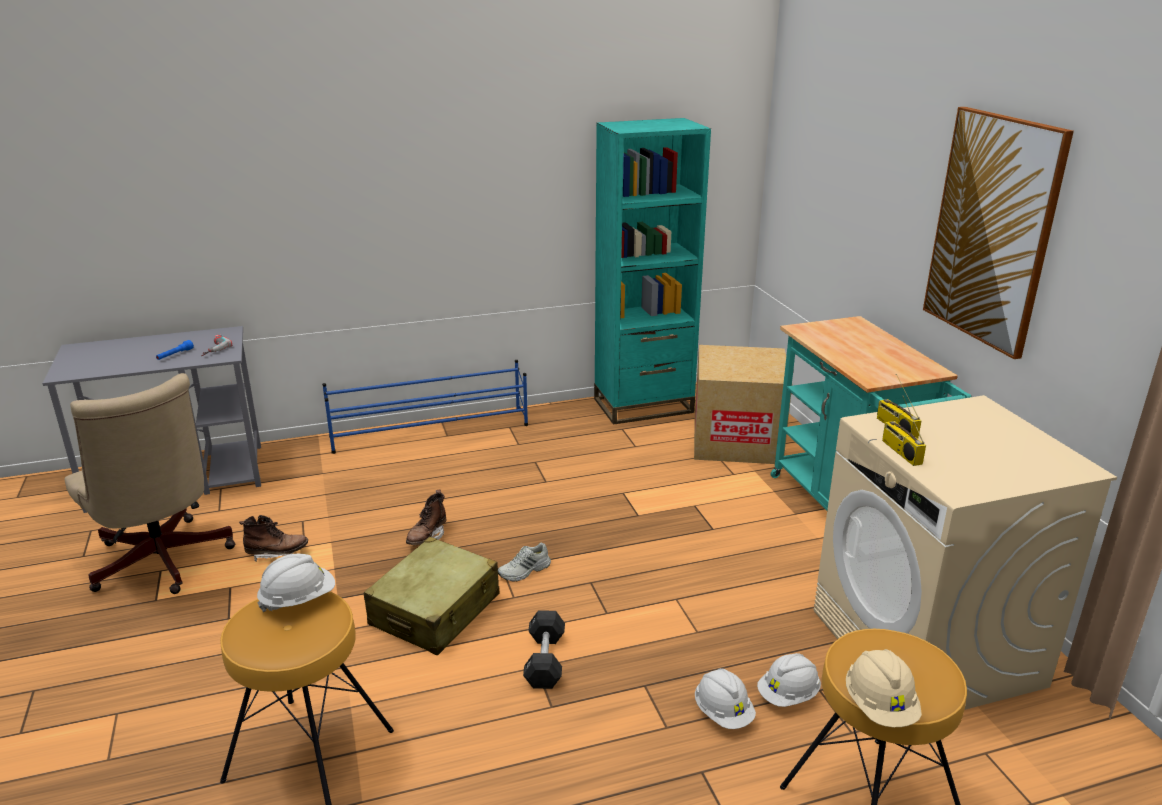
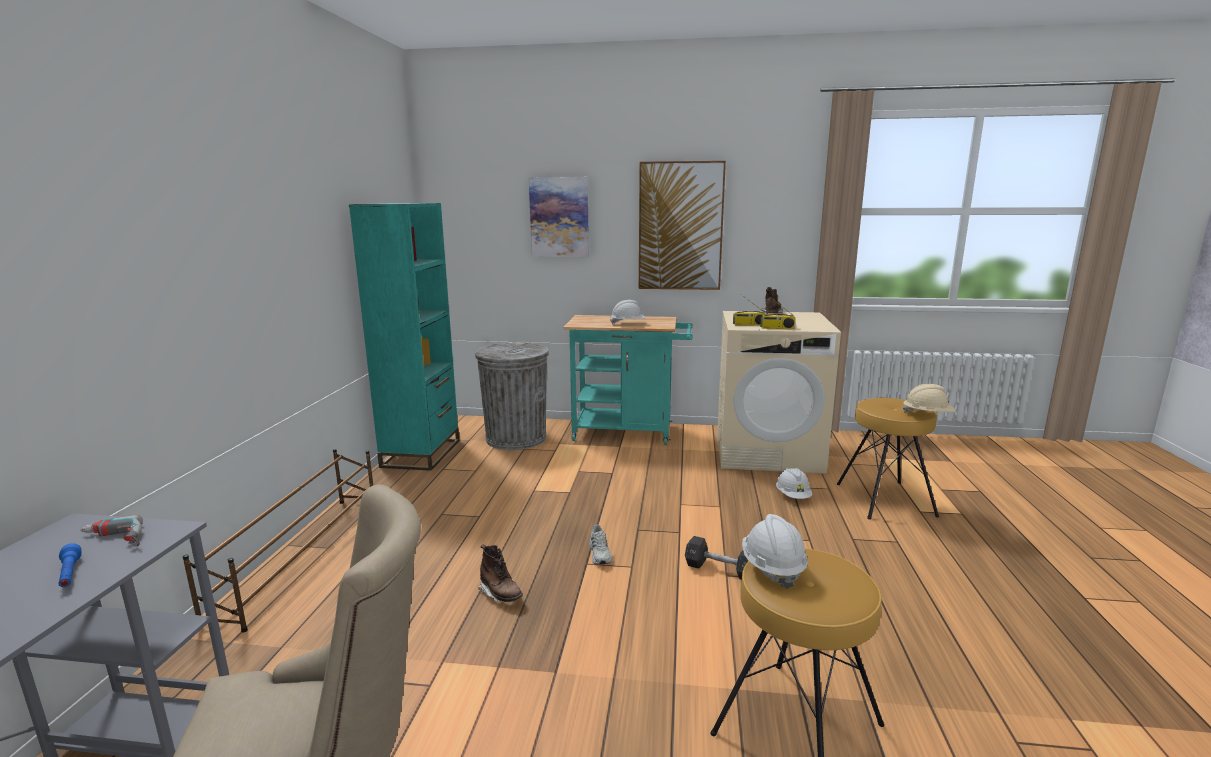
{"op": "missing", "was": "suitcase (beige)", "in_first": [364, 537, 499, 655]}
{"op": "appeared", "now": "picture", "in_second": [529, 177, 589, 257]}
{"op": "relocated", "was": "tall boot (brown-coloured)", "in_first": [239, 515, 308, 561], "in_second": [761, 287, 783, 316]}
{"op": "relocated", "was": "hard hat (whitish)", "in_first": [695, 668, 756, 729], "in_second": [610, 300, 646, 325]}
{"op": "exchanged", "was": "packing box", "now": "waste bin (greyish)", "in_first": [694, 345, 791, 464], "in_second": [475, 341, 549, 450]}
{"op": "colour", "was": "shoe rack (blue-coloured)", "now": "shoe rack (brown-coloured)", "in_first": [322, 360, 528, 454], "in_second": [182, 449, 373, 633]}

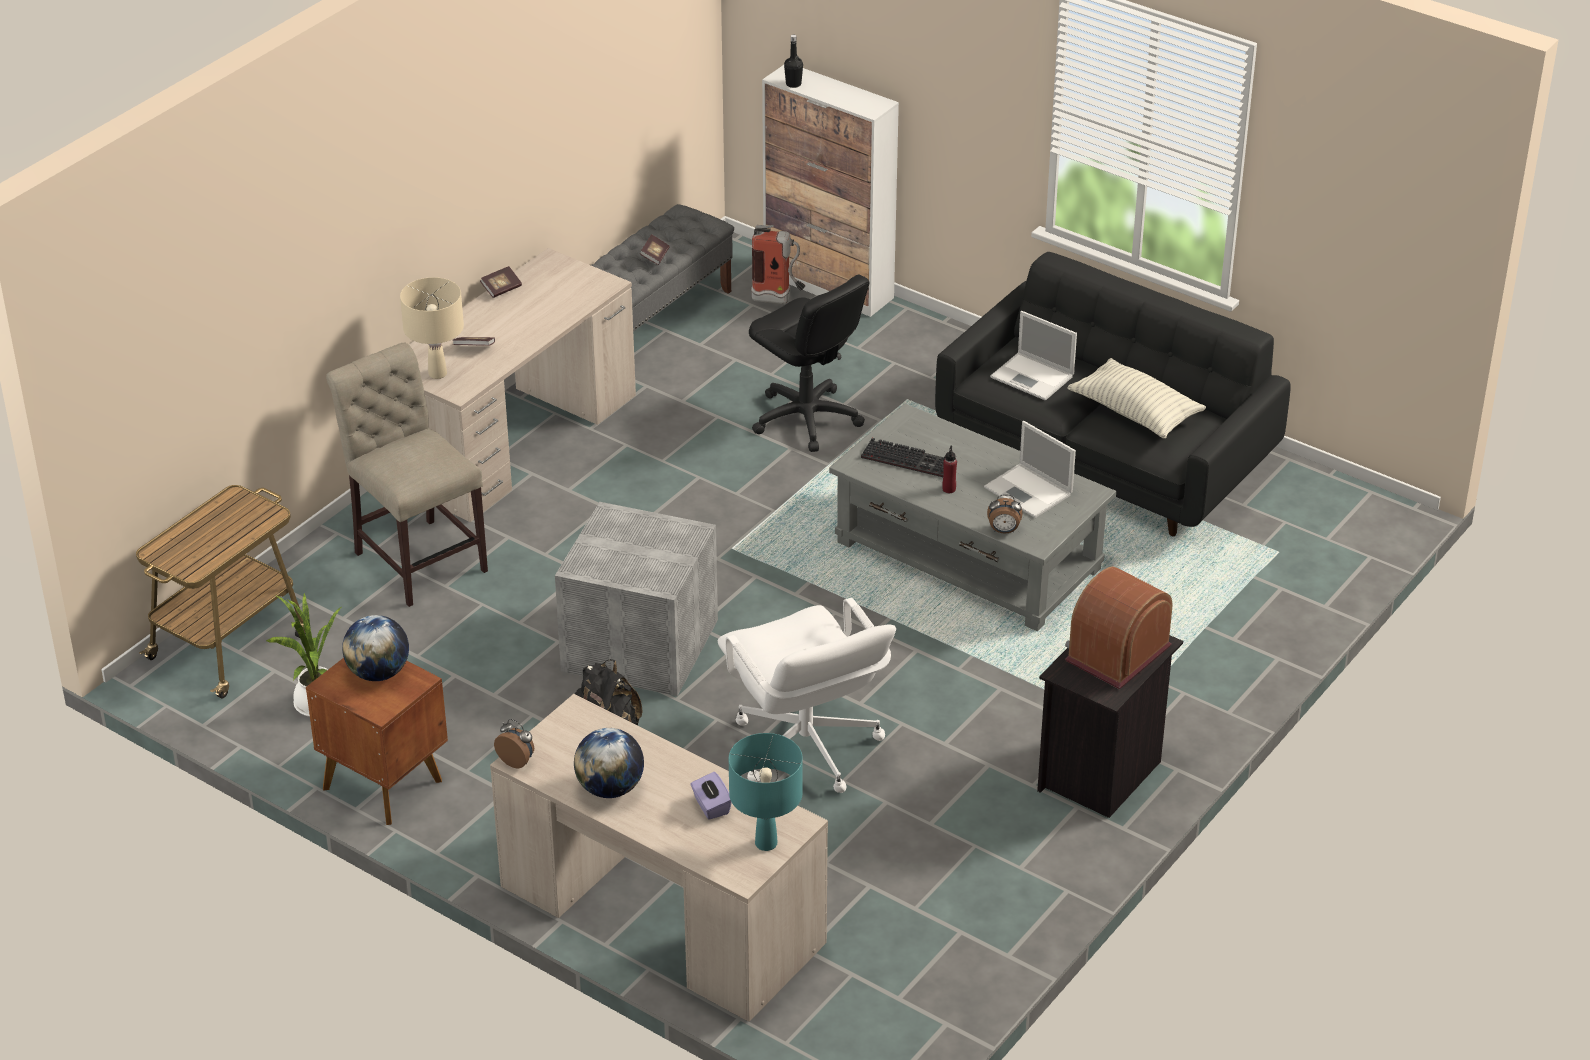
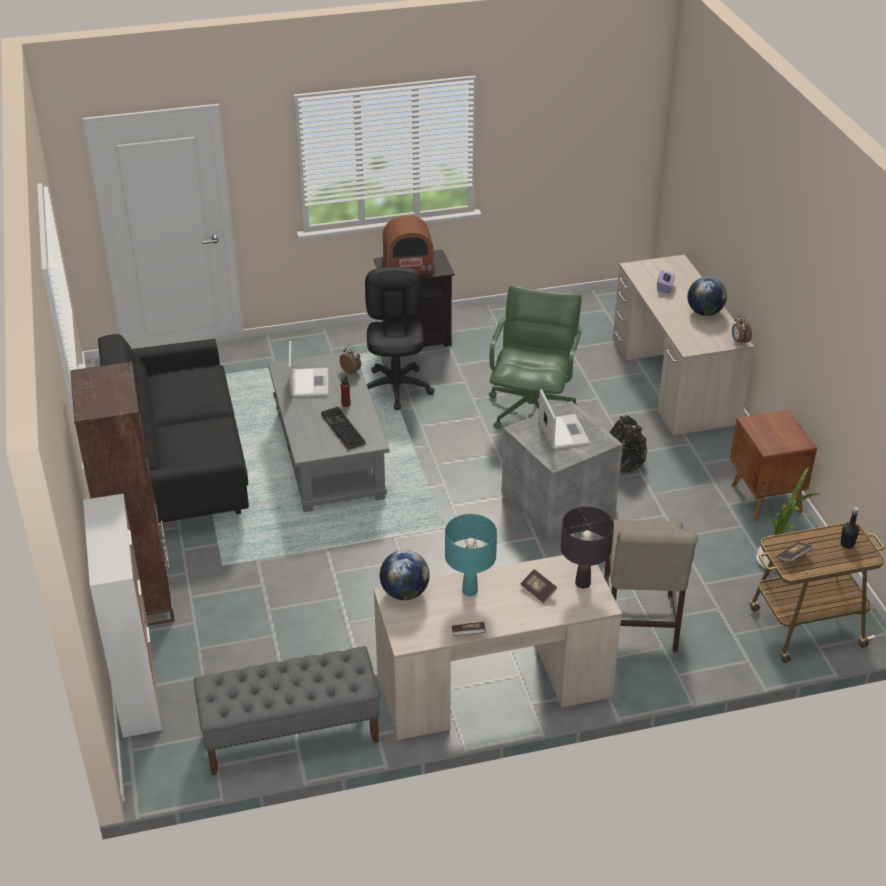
{"op": "missing", "was": "extinguisher", "in_first": [751, 225, 805, 304]}
{"op": "missing", "was": "cushion", "in_first": [1067, 358, 1206, 439]}
{"op": "appeared", "now": "bookcase (brown-coloured)", "in_second": [70, 362, 175, 626]}
{"op": "relocated", "was": "world globe", "in_first": [342, 615, 409, 681], "in_second": [380, 550, 430, 600]}
{"op": "relocated", "was": "book", "in_first": [640, 234, 670, 265], "in_second": [777, 542, 813, 562]}
{"op": "relocated", "was": "lamp for a table (blue-green)", "in_first": [729, 733, 803, 851], "in_second": [445, 514, 497, 596]}
{"op": "relocated", "was": "office chair (blackish)", "in_first": [749, 275, 869, 452], "in_second": [365, 267, 435, 410]}
{"op": "relocated", "was": "drink bottle (blackish)", "in_first": [784, 35, 803, 88], "in_second": [841, 507, 859, 549]}
{"op": "relocated", "was": "notebook computer", "in_first": [990, 311, 1077, 401], "in_second": [538, 389, 590, 450]}
{"op": "colour", "was": "lamp for a table (beige)", "now": "lamp for a table (blackish)", "in_first": [400, 277, 464, 379], "in_second": [560, 507, 614, 589]}
{"op": "colour", "was": "office chair (whitish)", "now": "office chair (green)", "in_first": [718, 598, 896, 793], "in_second": [489, 285, 582, 429]}

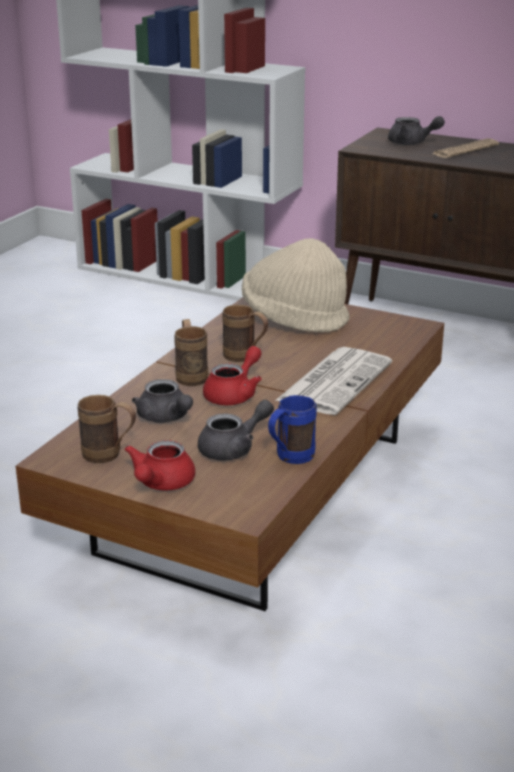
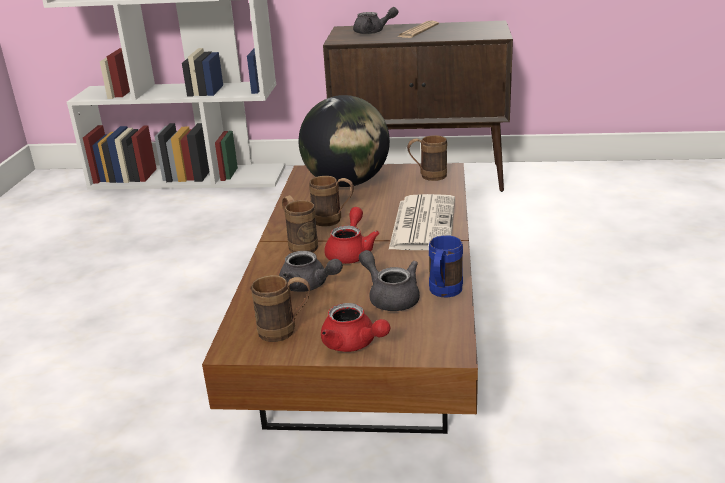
{"op": "appeared", "now": "tea mug (brown-coloured)", "in_second": [407, 135, 447, 181]}
{"op": "exchanged", "was": "hat (beige)", "now": "world globe", "in_first": [241, 238, 350, 332], "in_second": [299, 95, 390, 187]}
{"op": "spun", "was": "teapot (red)", "in_first": [124, 440, 195, 490], "in_second": [321, 303, 390, 352], "clockwise": -45}
{"op": "spun", "was": "teapot (greyish)", "in_first": [198, 400, 274, 461], "in_second": [359, 250, 420, 311], "clockwise": -75}

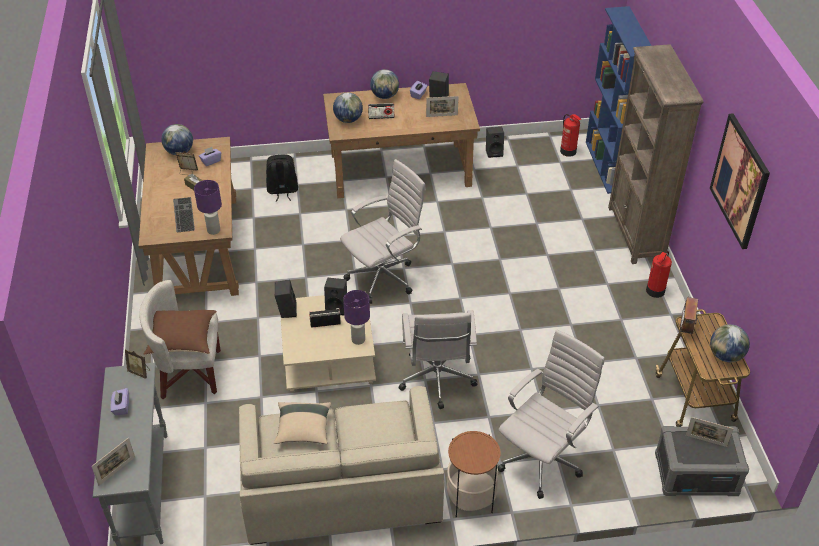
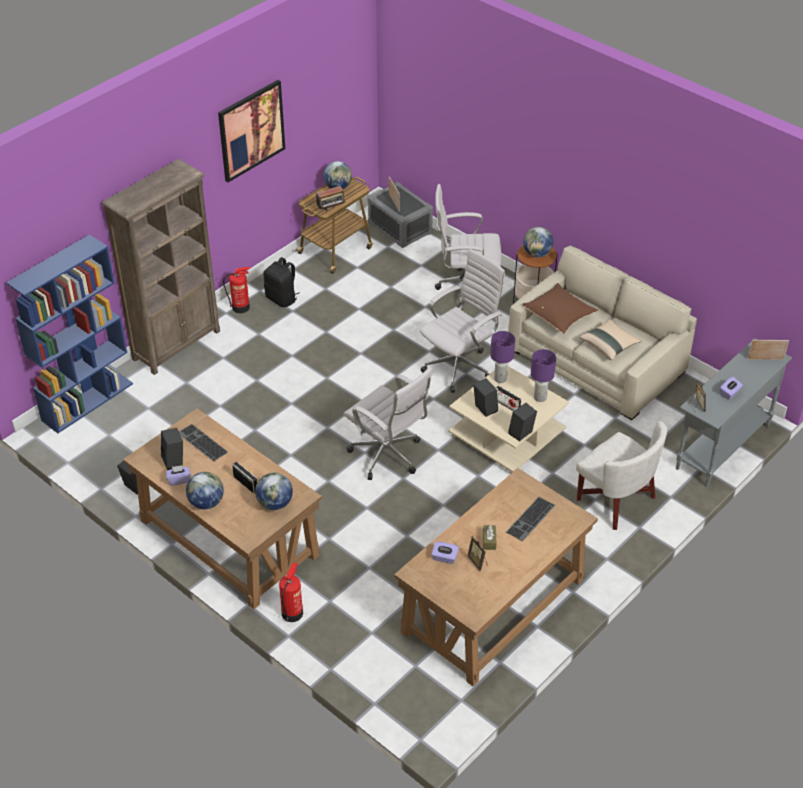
{"op": "relocated", "was": "cushion (brown-coloured)", "in_first": [144, 310, 217, 355], "in_second": [522, 283, 598, 334]}
{"op": "relocated", "was": "world globe", "in_first": [161, 124, 193, 155], "in_second": [523, 227, 554, 258]}
{"op": "relocated", "was": "lamp for a table (purple)", "in_first": [194, 180, 222, 235], "in_second": [531, 349, 556, 402]}
{"op": "relocated", "was": "backpack (blackish)", "in_first": [266, 154, 298, 202], "in_second": [263, 257, 300, 307]}
{"op": "relocated", "was": "extinguisher", "in_first": [560, 114, 581, 157], "in_second": [279, 563, 303, 622]}
{"op": "exchanged", "was": "photo frame", "now": "keyboard", "in_first": [426, 96, 459, 117], "in_second": [179, 424, 228, 461]}
{"op": "spun", "was": "office chair (whitish)", "in_first": [340, 159, 426, 304], "in_second": [343, 367, 433, 480], "clockwise": -150}

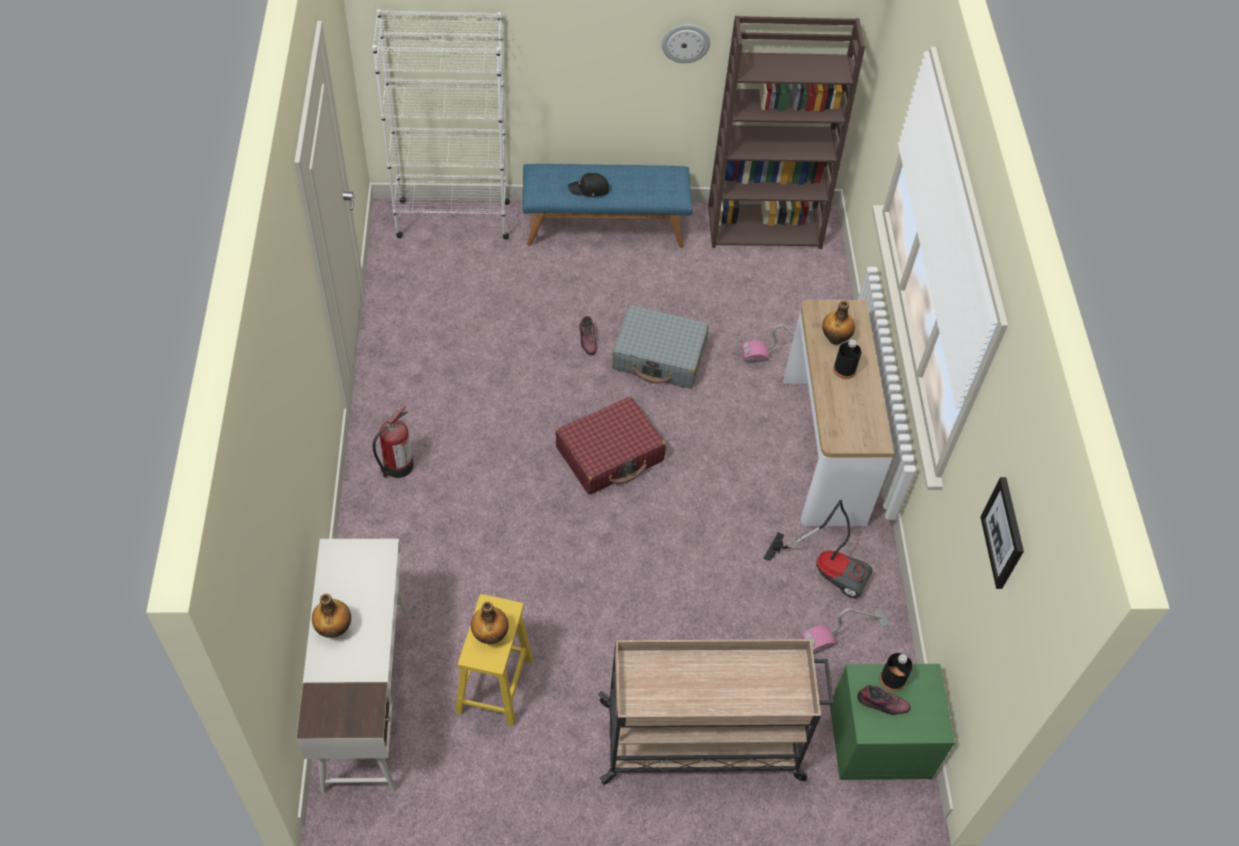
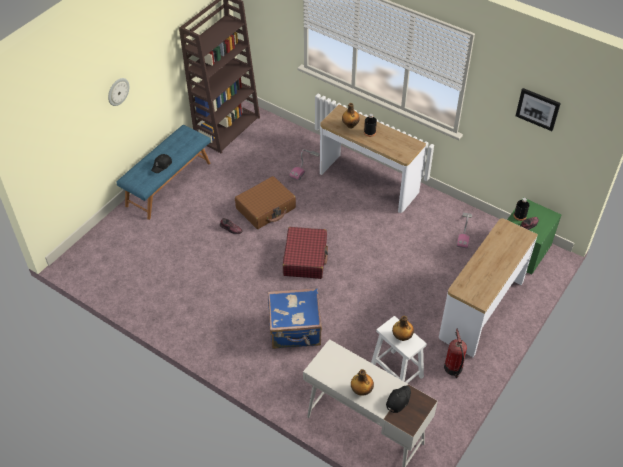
{"op": "missing", "was": "bookcase (whitish)", "in_first": [372, 9, 510, 239]}
{"op": "missing", "was": "vacuum", "in_first": [763, 500, 873, 598]}
{"op": "appeared", "now": "suitcase (blue-coloured)", "in_second": [268, 288, 322, 349]}
{"op": "appeared", "now": "cap (blackish)", "in_second": [386, 386, 411, 413]}
{"op": "relocated", "was": "extinguisher", "in_first": [373, 405, 414, 478], "in_second": [444, 329, 467, 378]}
{"op": "relocated", "was": "wall clock", "in_first": [662, 24, 710, 63], "in_second": [108, 78, 129, 106]}
{"op": "exchanged", "was": "cart (beige)", "now": "console table", "in_first": [598, 639, 834, 785], "in_second": [439, 218, 538, 357]}
{"op": "colour", "was": "stool seat (yellowish)", "now": "stool seat (whitish)", "in_first": [455, 594, 533, 726], "in_second": [371, 316, 427, 383]}
{"op": "colour", "was": "suitcase (greyish)", "now": "suitcase (brown-coloured)", "in_first": [612, 305, 709, 389], "in_second": [235, 176, 296, 229]}

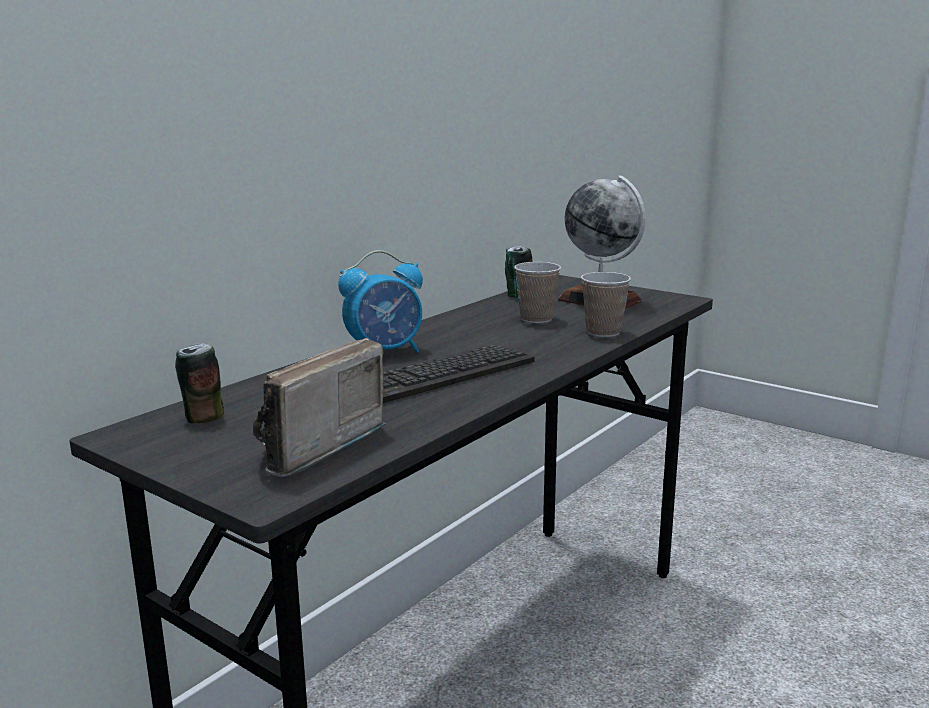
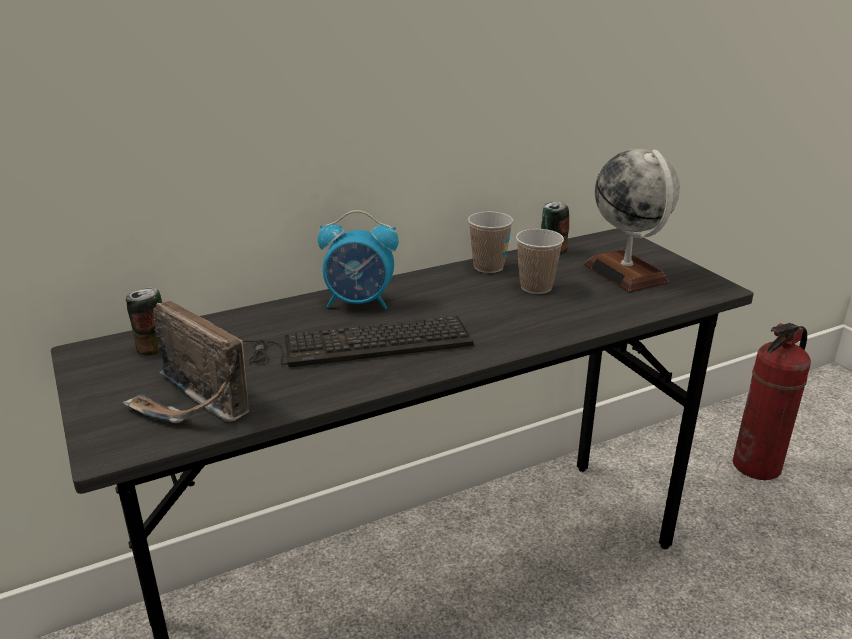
{"op": "appeared", "now": "extinguisher", "in_second": [733, 323, 811, 480]}
{"op": "relocated", "was": "cup", "in_first": [581, 272, 631, 337], "in_second": [468, 212, 513, 273]}
{"op": "spun", "was": "radio", "in_first": [253, 338, 386, 477], "in_second": [123, 301, 249, 423], "clockwise": -105}

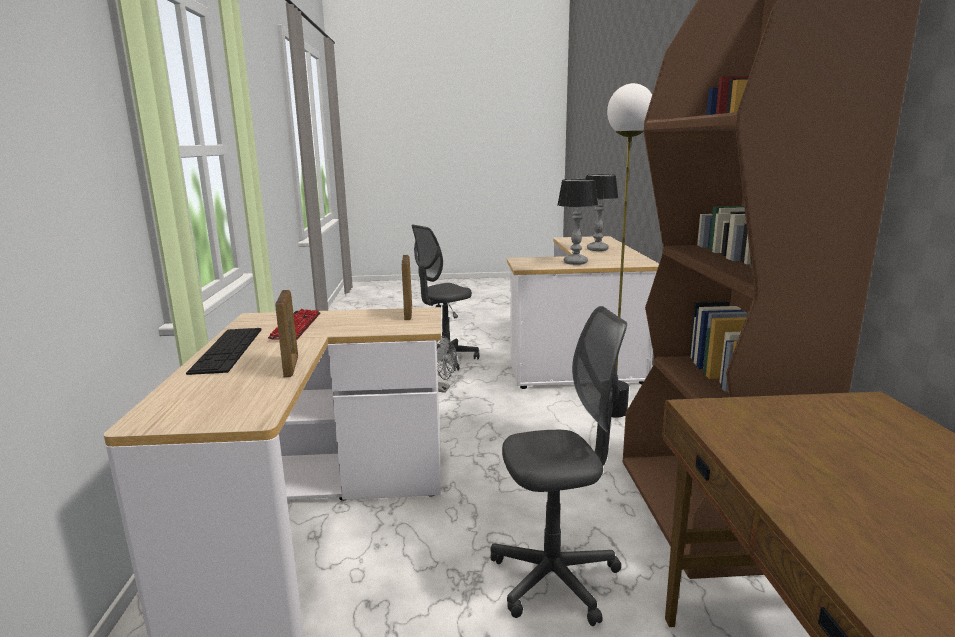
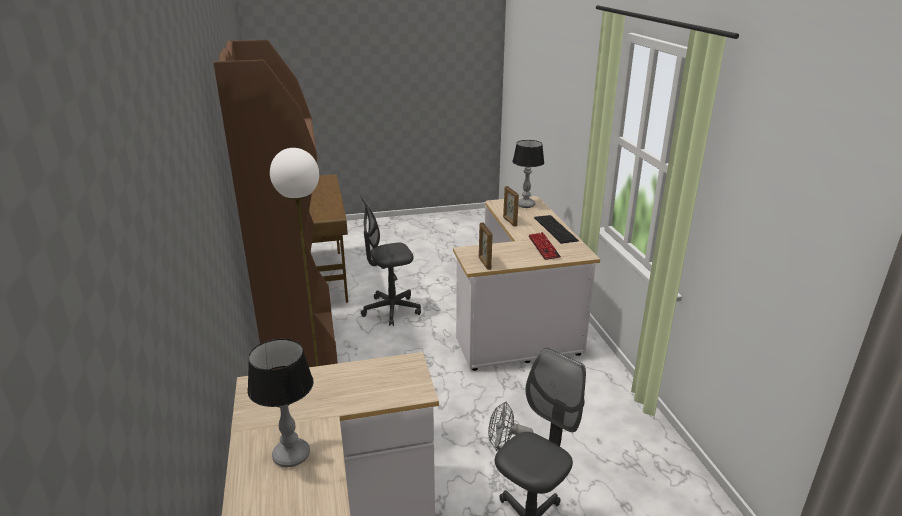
{"op": "relocated", "was": "lamp for a table", "in_first": [557, 179, 598, 265], "in_second": [512, 140, 544, 208]}

